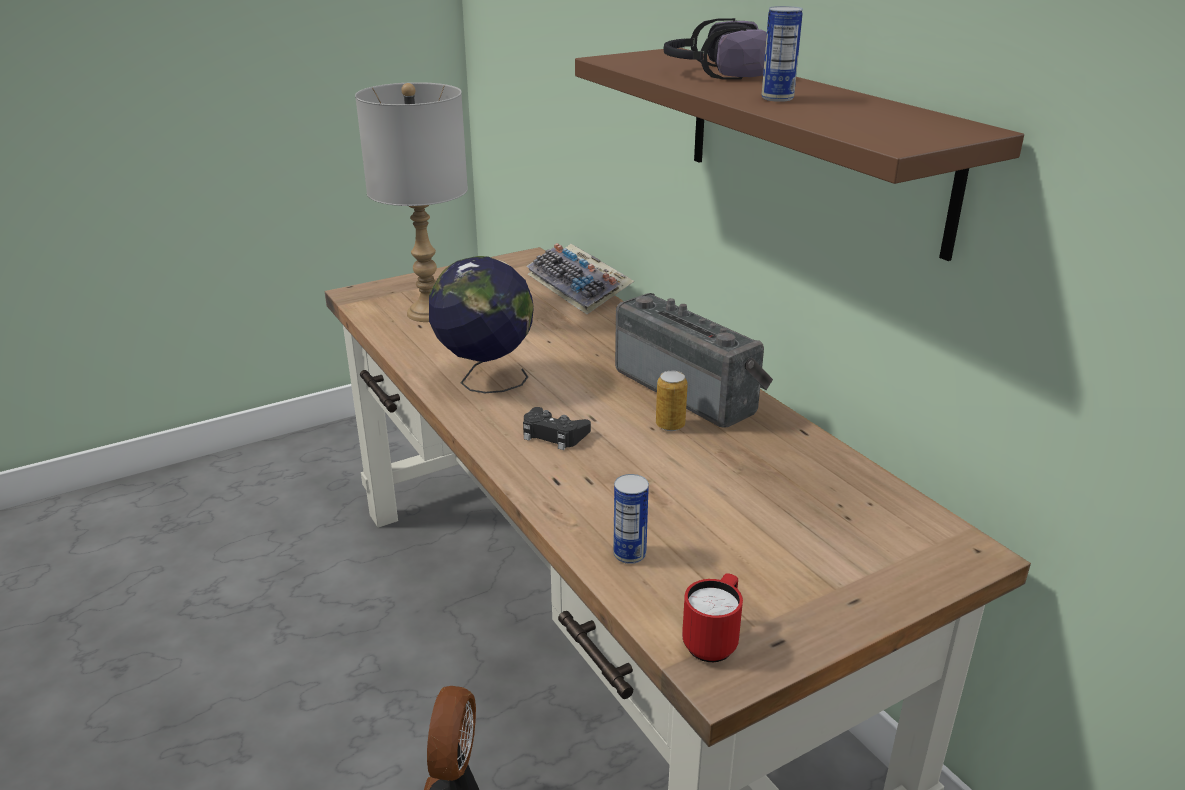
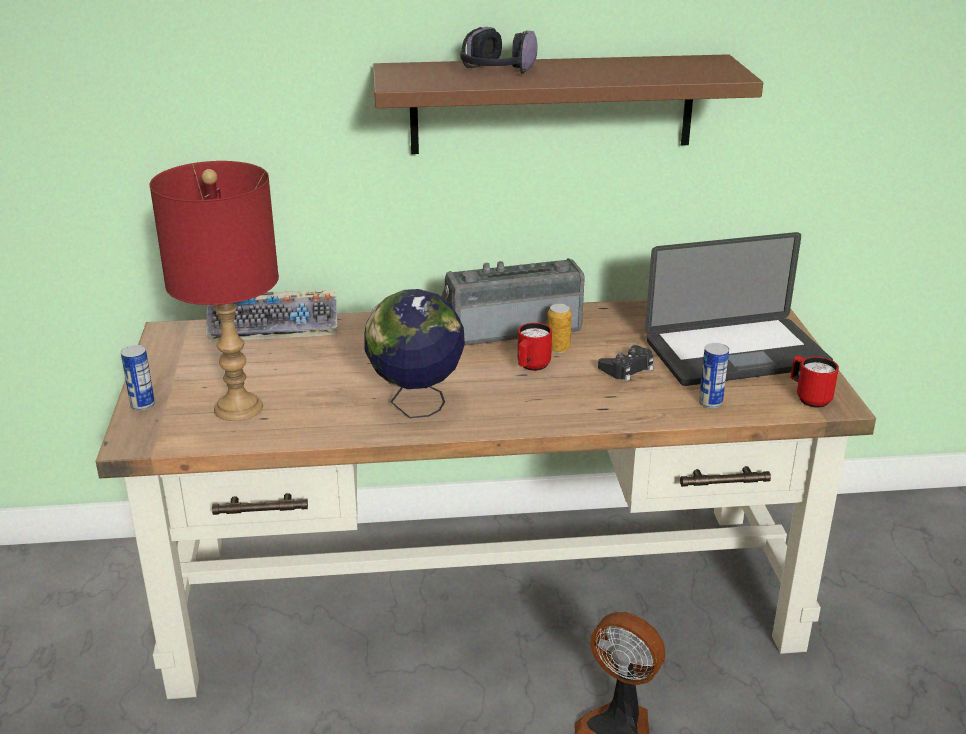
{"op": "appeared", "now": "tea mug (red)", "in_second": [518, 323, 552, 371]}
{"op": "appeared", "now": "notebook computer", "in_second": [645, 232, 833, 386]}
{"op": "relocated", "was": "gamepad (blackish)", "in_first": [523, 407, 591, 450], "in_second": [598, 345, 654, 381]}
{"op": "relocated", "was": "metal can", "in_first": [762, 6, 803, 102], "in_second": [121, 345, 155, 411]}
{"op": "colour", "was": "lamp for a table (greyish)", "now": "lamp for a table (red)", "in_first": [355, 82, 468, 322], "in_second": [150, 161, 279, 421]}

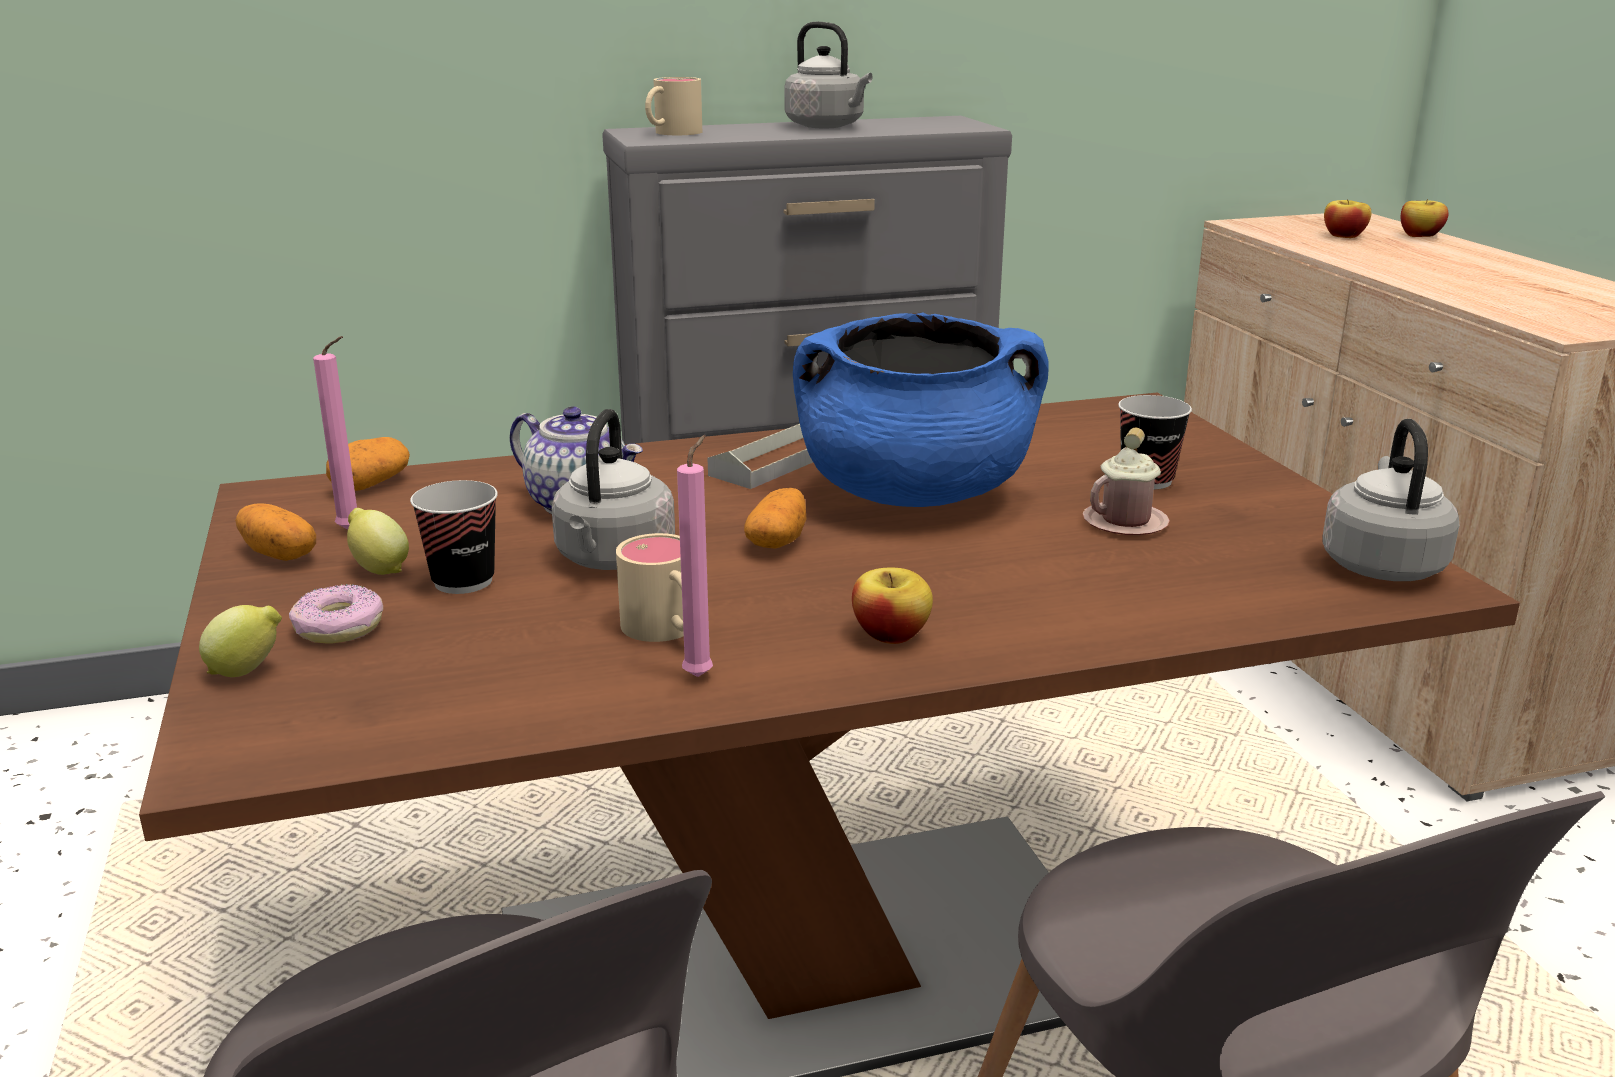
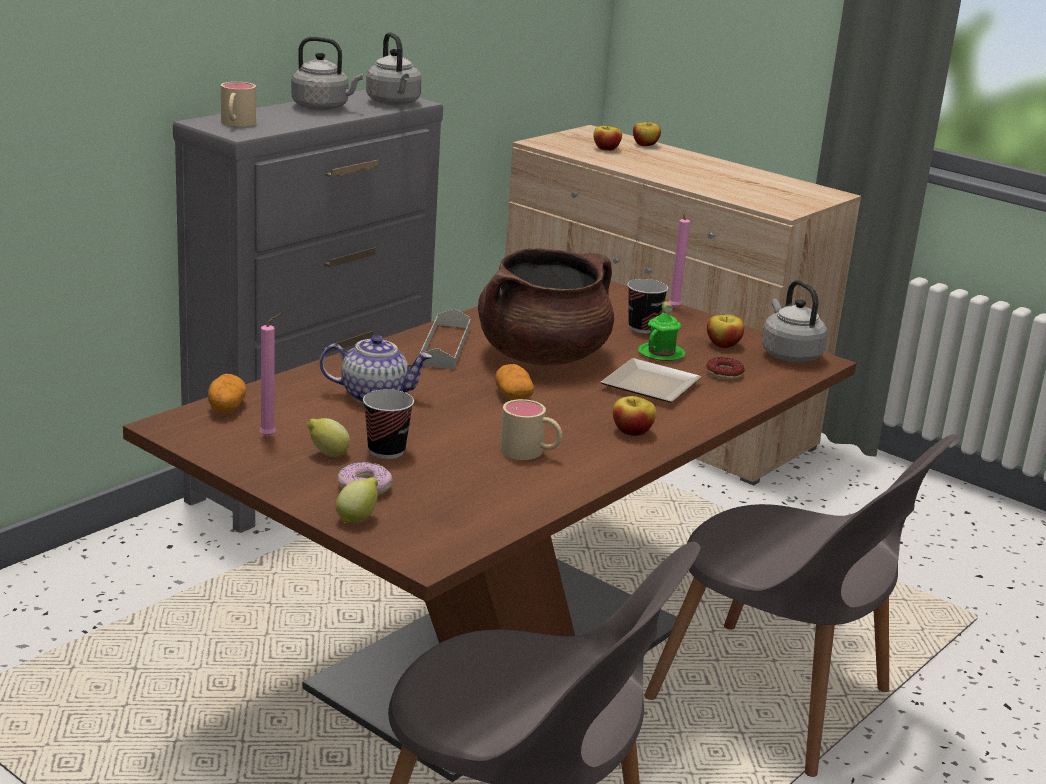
{"op": "missing", "was": "potato", "in_first": [235, 503, 316, 561]}
{"op": "appeared", "now": "dinner plate", "in_second": [601, 358, 701, 403]}
{"op": "appeared", "now": "ring doughnut", "in_second": [706, 357, 744, 380]}
{"op": "appeared", "now": "apple fruit", "in_second": [707, 315, 744, 348]}
{"op": "relocated", "was": "water kettle (greyish)", "in_first": [552, 409, 675, 570], "in_second": [366, 32, 422, 105]}
{"op": "relocated", "was": "candle (pink)", "in_first": [677, 435, 713, 677], "in_second": [669, 208, 690, 308]}
{"op": "colour", "was": "cooking pot (blue-coloured)", "now": "cooking pot (brown-coloured)", "in_first": [793, 312, 1048, 507], "in_second": [478, 248, 614, 365]}
{"op": "colour", "was": "tea mug (pink)", "now": "tea mug (green)", "in_first": [1083, 428, 1170, 535], "in_second": [638, 301, 685, 361]}

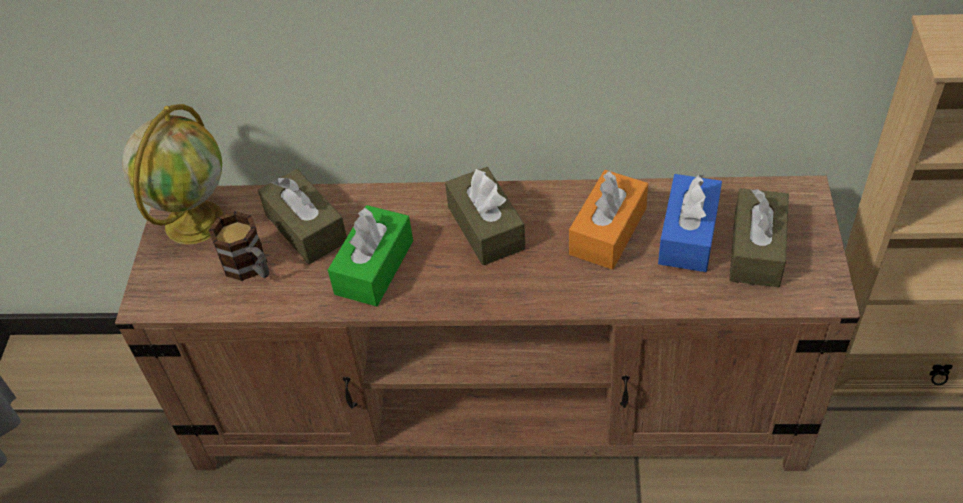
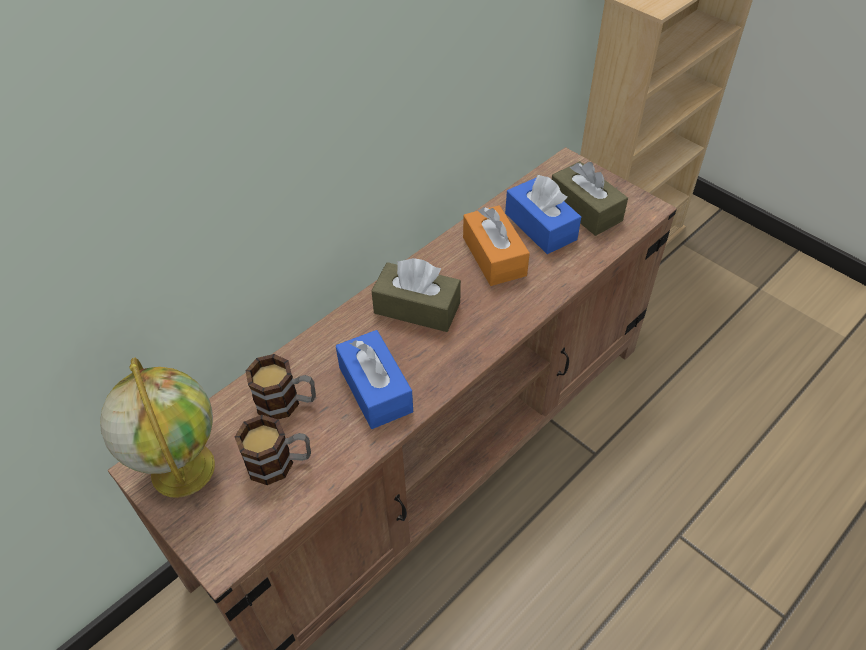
{"op": "exchanged", "was": "box of tissues (brown-coloured)", "now": "tea mug", "in_first": [258, 169, 347, 264], "in_second": [246, 354, 316, 419]}
{"op": "colour", "was": "box of tissues (green)", "now": "box of tissues (blue-coloured)", "in_first": [328, 205, 413, 306], "in_second": [336, 330, 413, 429]}

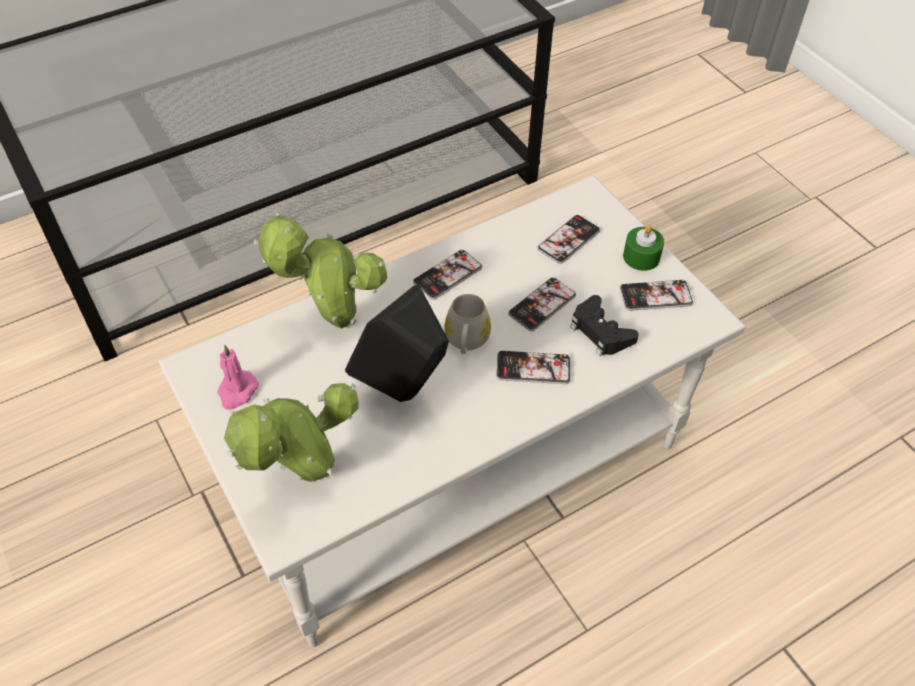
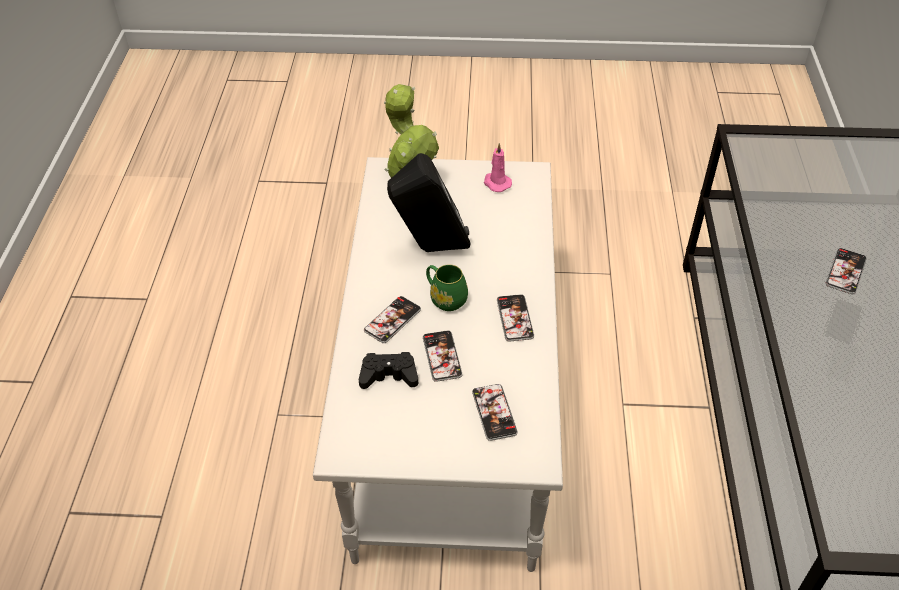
{"op": "missing", "was": "plant in a pot", "in_first": [254, 213, 387, 329]}
{"op": "missing", "was": "candle (green)", "in_first": [623, 225, 664, 271]}
{"op": "relocated", "was": "handset", "in_first": [620, 279, 693, 311], "in_second": [826, 248, 867, 294]}
{"op": "colour", "was": "tea mug (whitish)", "now": "tea mug (green)", "in_first": [444, 294, 491, 354], "in_second": [426, 264, 468, 311]}

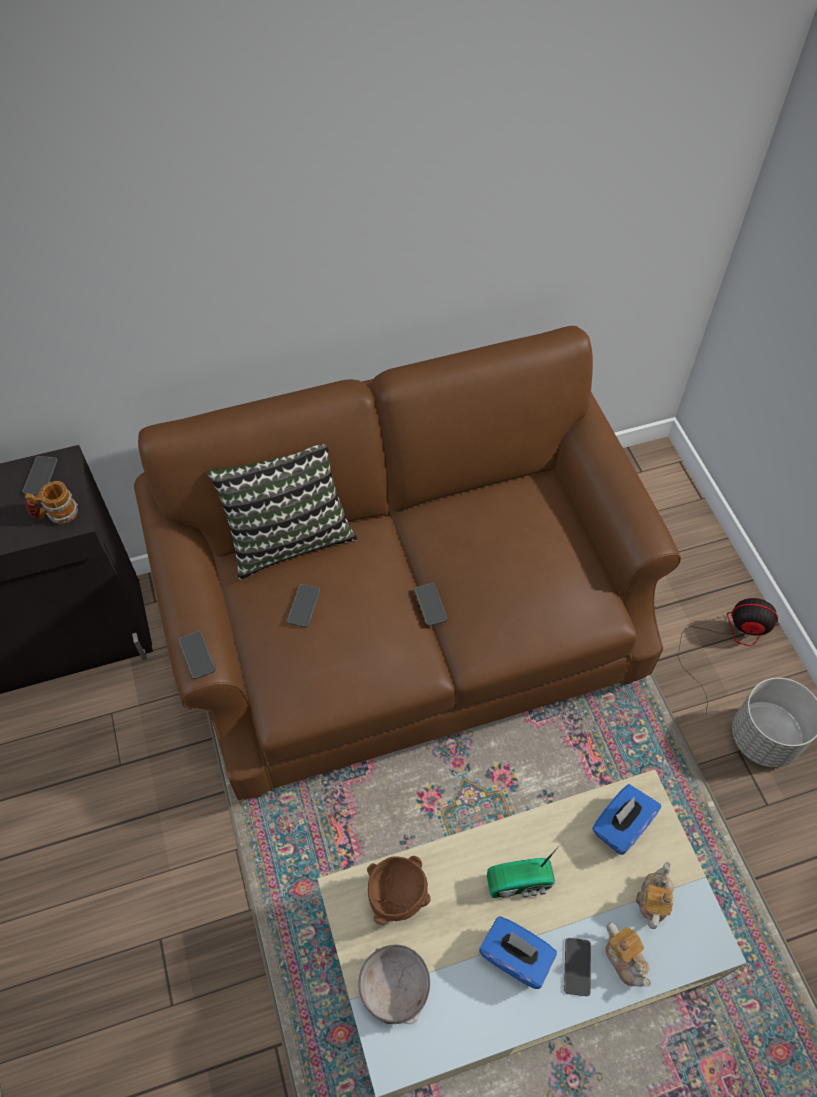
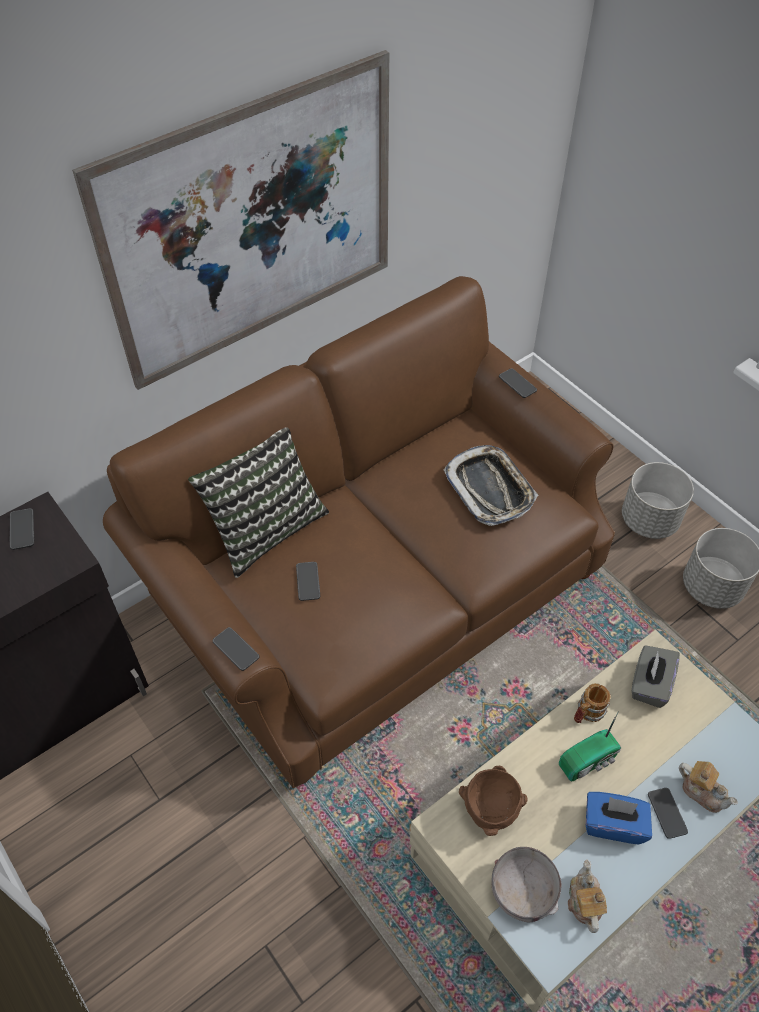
{"op": "appeared", "now": "picture", "in_second": [72, 50, 389, 390]}
{"op": "appeared", "now": "carrying tray", "in_second": [444, 445, 538, 526]}
{"op": "relocated", "was": "tea mug", "in_first": [25, 481, 78, 524], "in_second": [574, 683, 611, 723]}
{"op": "relocated", "was": "handset", "in_first": [414, 583, 447, 626], "in_second": [499, 368, 537, 398]}
{"op": "relocated", "was": "teapot", "in_first": [636, 862, 674, 929], "in_second": [568, 859, 607, 933]}
{"op": "exchanged", "was": "cooling fan", "now": "plant pot (greyish)", "in_first": [678, 598, 778, 712], "in_second": [622, 462, 694, 539]}
{"op": "colour", "was": "box of tissues (blue-coloured)", "now": "box of tissues (greyish)", "in_first": [592, 784, 661, 855], "in_second": [631, 645, 680, 708]}

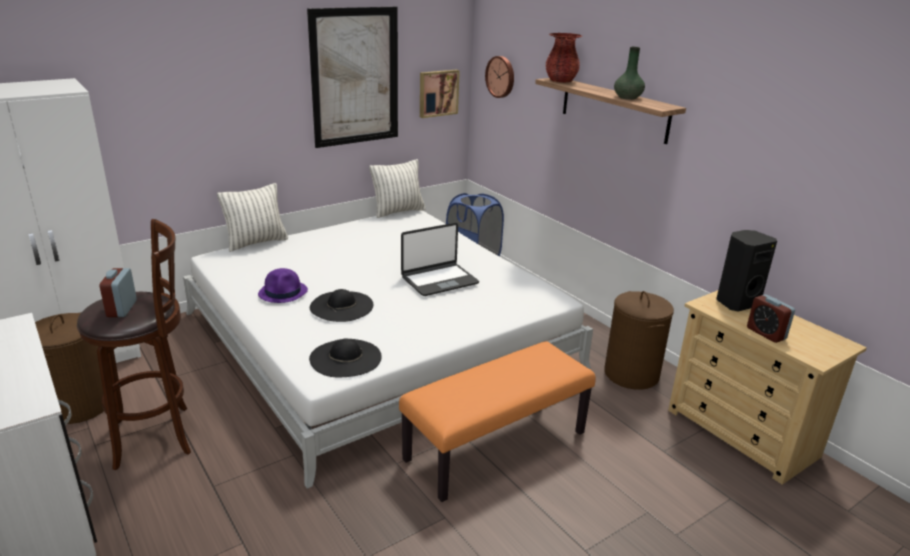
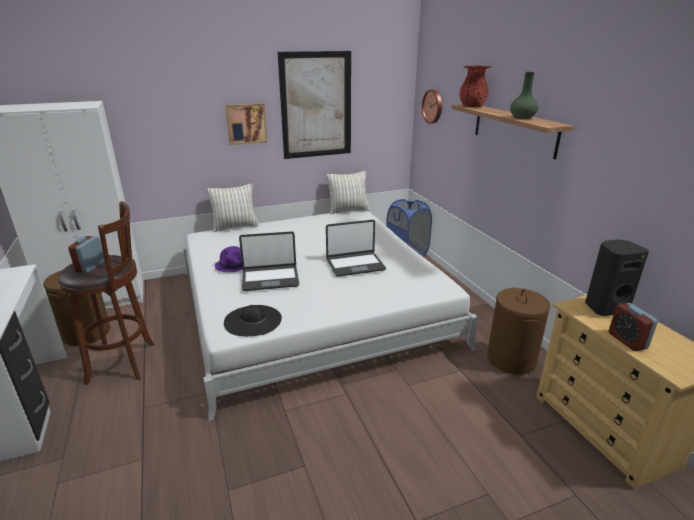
{"op": "missing", "was": "indoor bench (orange-coloured)", "in_first": [399, 341, 596, 502]}
{"op": "relocated", "was": "picture", "in_first": [420, 69, 460, 118], "in_second": [225, 103, 267, 145]}
{"op": "exchanged", "was": "hat (blackish)", "now": "notebook computer", "in_first": [310, 289, 373, 322], "in_second": [239, 231, 299, 291]}

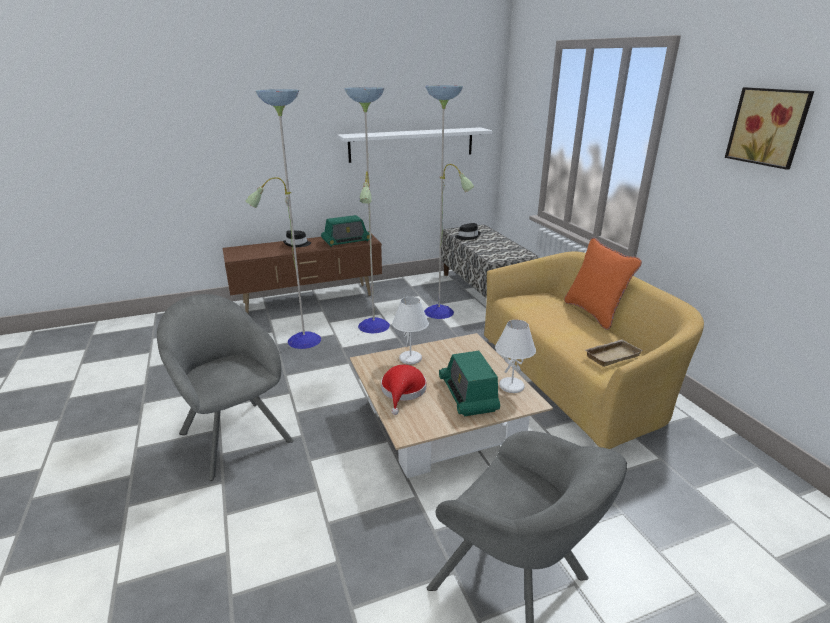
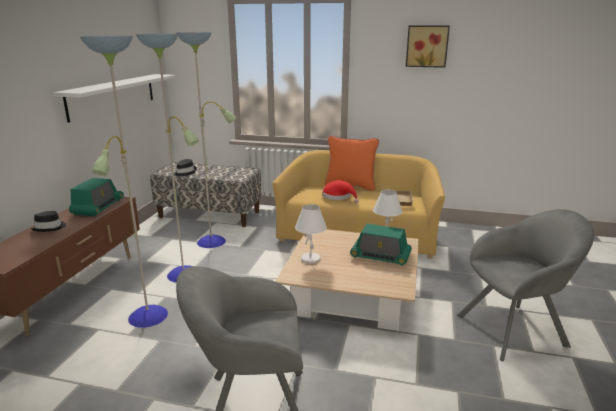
{"op": "relocated", "was": "hat (red)", "in_first": [381, 365, 426, 415], "in_second": [322, 180, 359, 203]}

